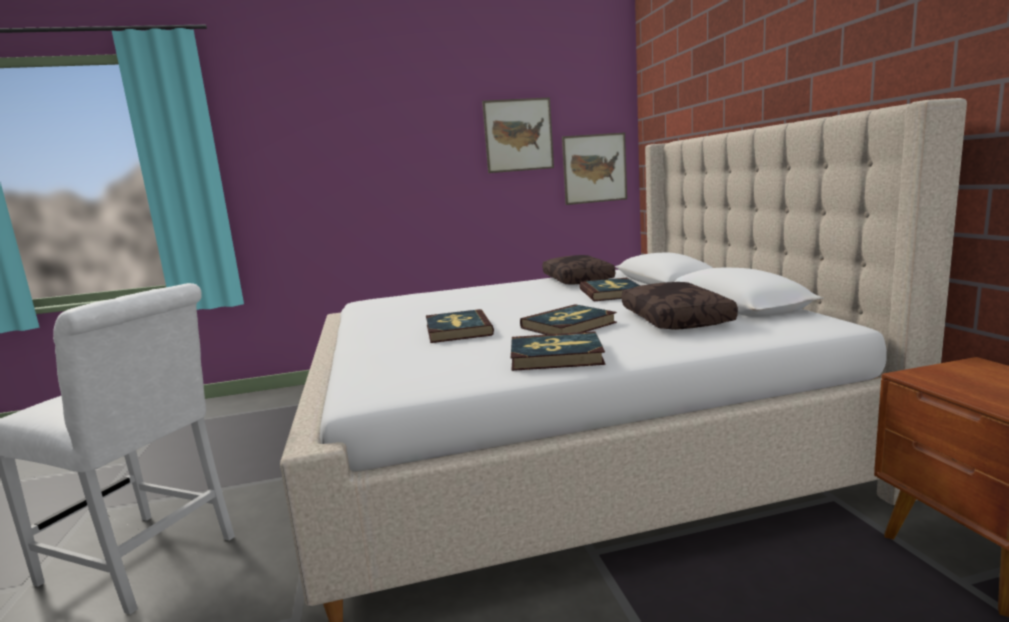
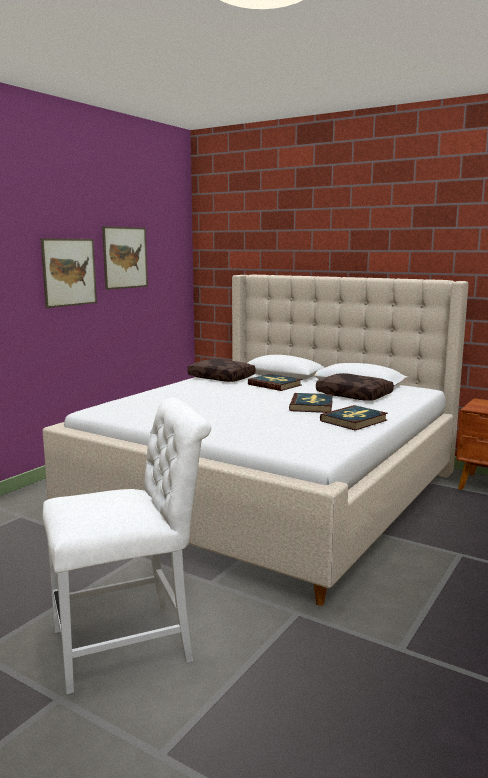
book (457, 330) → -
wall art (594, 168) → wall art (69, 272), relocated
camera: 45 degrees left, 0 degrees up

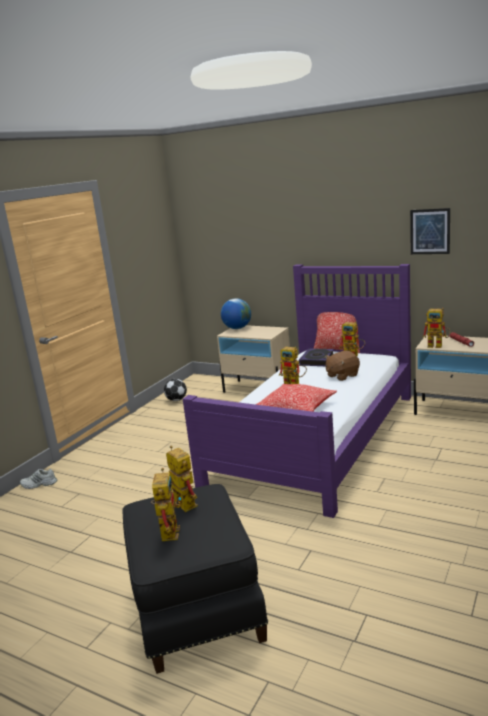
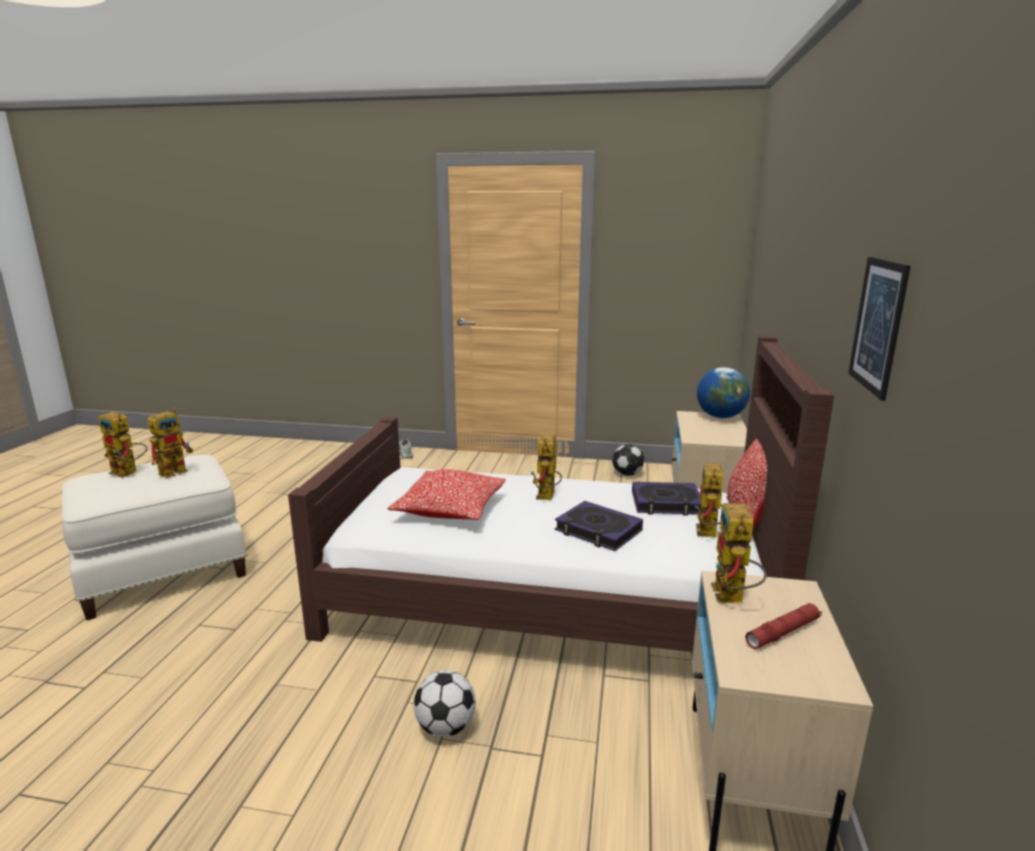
pouffe (black-coloured) (195, 608) → pouffe (whitish) (164, 571)
toy robot (168, 530) → toy robot (129, 473), 45 degrees clockwise
sleeping bed (purple) (316, 437) → sleeping bed (brown) (549, 597)
plush toy (brown) (342, 375) → book (598, 531)
- → football (445, 727)
camera: 70 degrees right, 0 degrees up

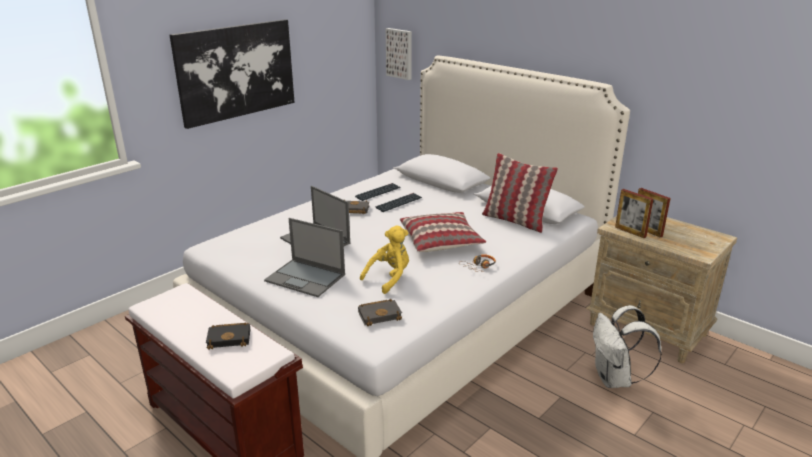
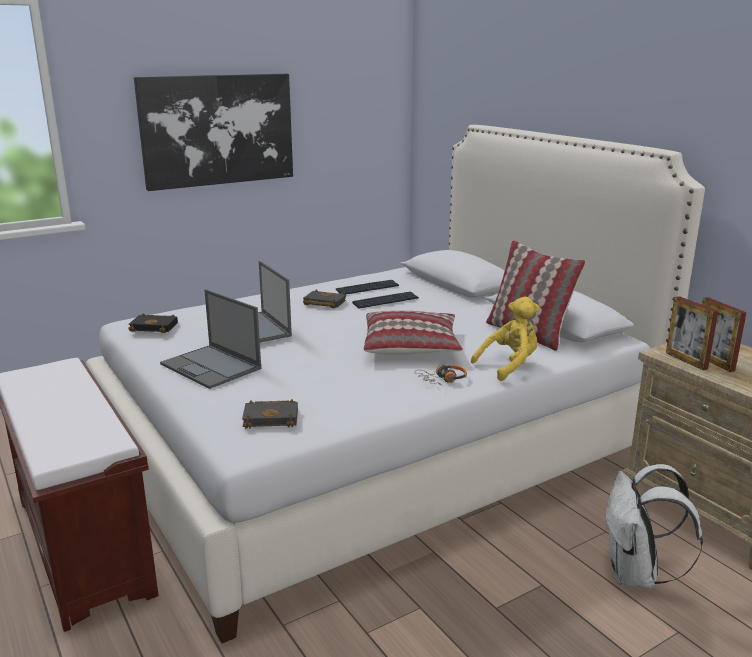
book (black-coloured) (230, 338) → book (black-coloured) (155, 327), relocated
plush toy (yellow) (389, 278) → plush toy (yellow) (509, 366), relocated
wall art (400, 53) → -
camera: 15 degrees right, 5 degrees down

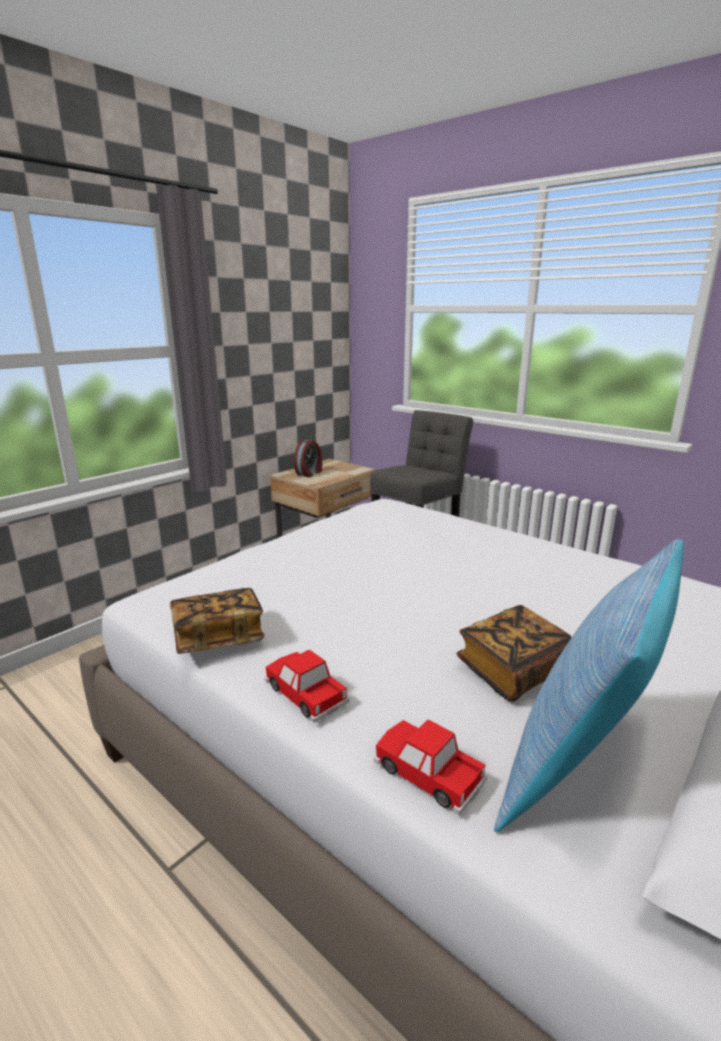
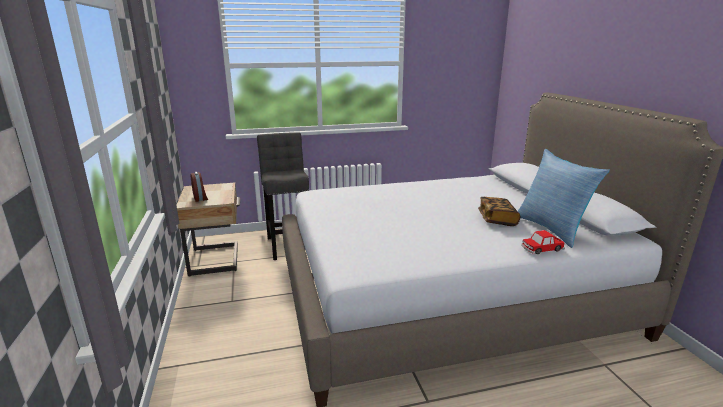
book (218, 638) → -
toy car (305, 693) → -
camera: 55 degrees left, 0 degrees up

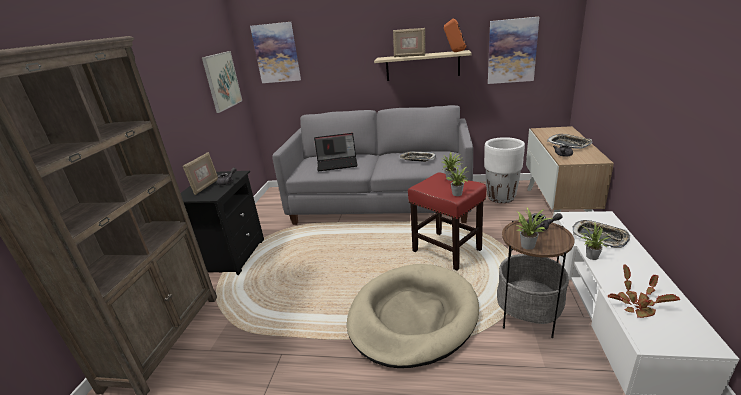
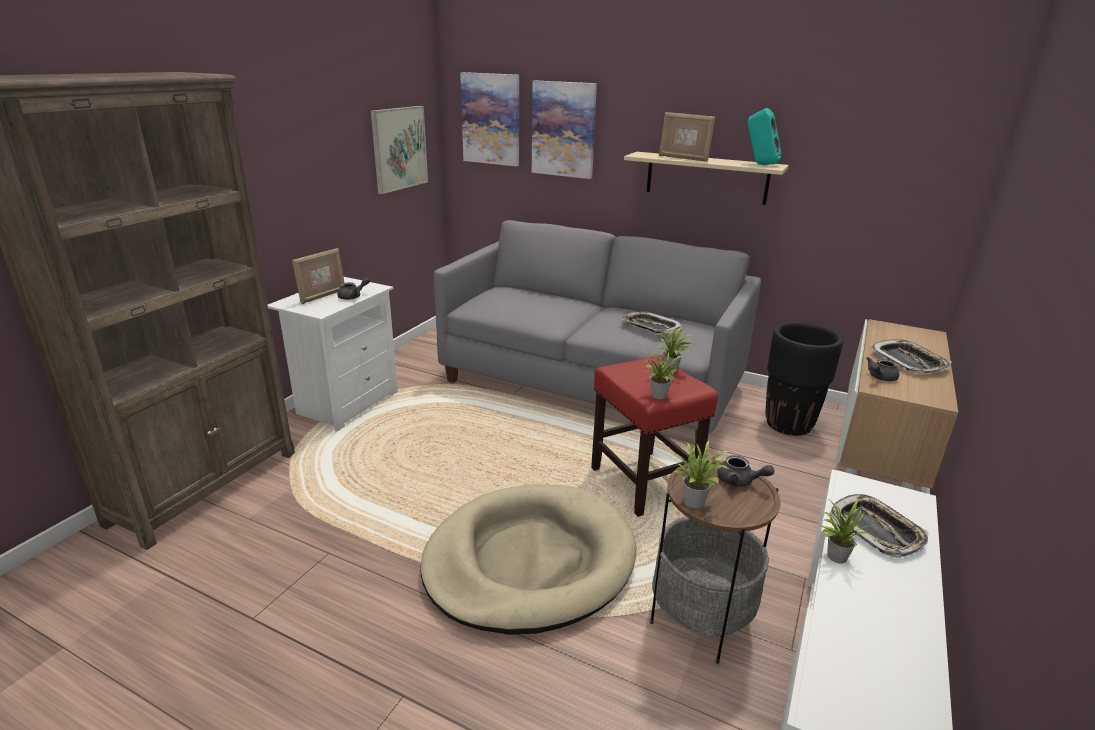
nightstand (black-coloured) (233, 256) → nightstand (whitish) (346, 403)
notebook computer (337, 163) → -
audio speaker (orangey) (455, 52) → audio speaker (turquoise) (760, 164)
plant pot (whitish) (501, 198) → plant pot (black-coloured) (789, 425)
wall art (512, 51) → wall art (563, 129), relocated
potted plant (637, 304) → -
camera: 15 degrees right, 0 degrees up

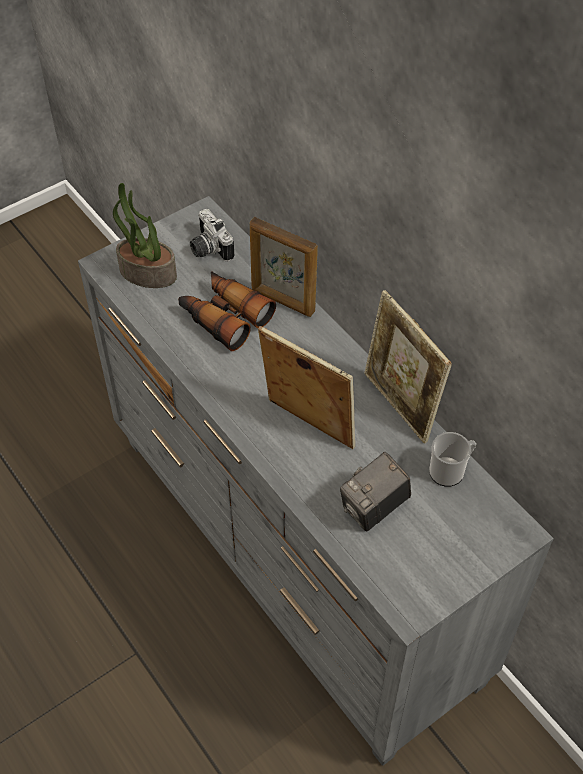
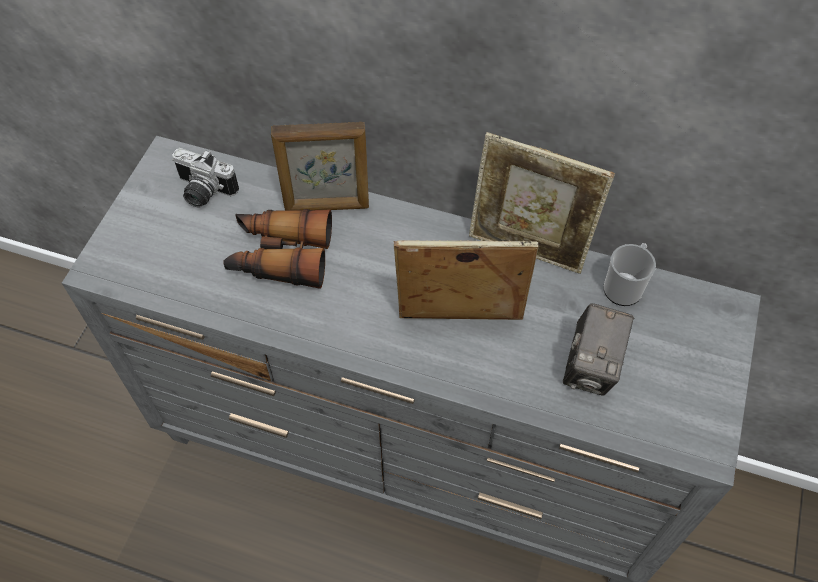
potted plant (147, 274) → -
camera: 35 degrees left, 5 degrees up

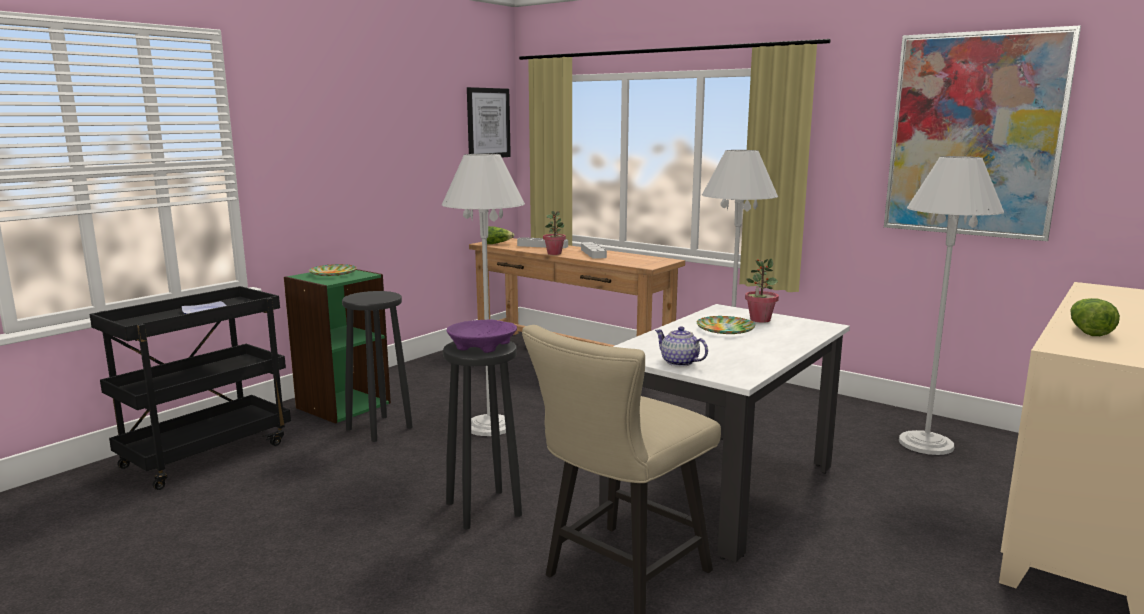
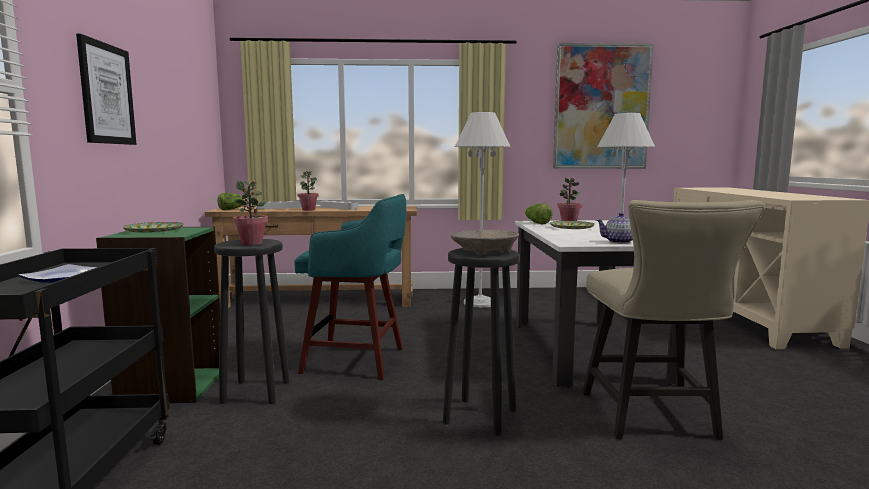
standing lamp (whitish) (489, 426) → stool (turquoise) (357, 361)
bowl (purple) (481, 346) → bowl (beige-coloured) (484, 251)
wall art (488, 123) → wall art (107, 94), relocated
lettuce (1088, 331) → lettuce (536, 223), relocated
- → potted plant (252, 243)
camera: 40 degrees left, 5 degrees down

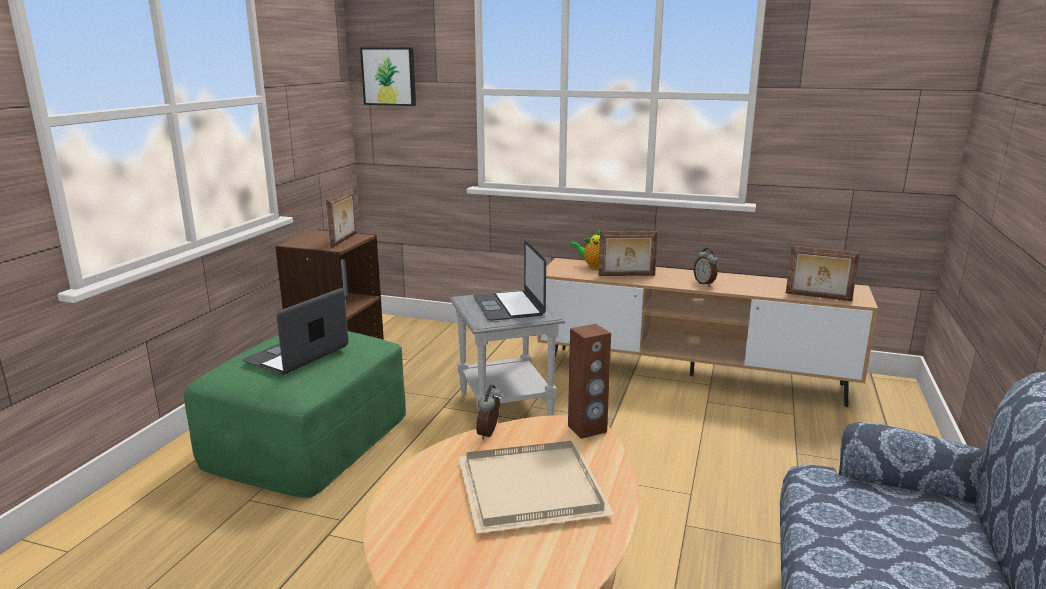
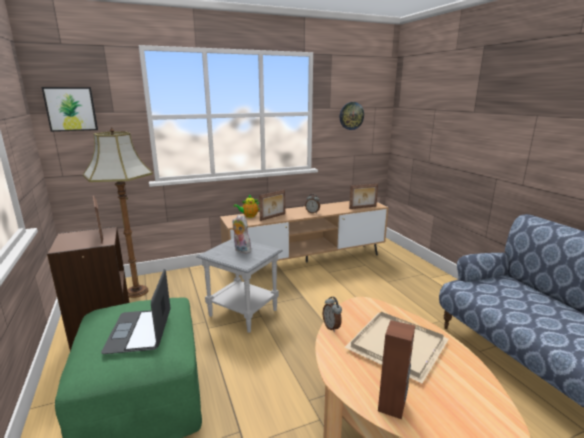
notebook computer (508, 306) → plush toy (241, 250)
audio speaker (brown) (587, 429) → audio speaker (brown) (392, 406), relocated
- → standing lamp (136, 292)
- → wall clock (351, 116)
camera: 40 degrees left, 0 degrees up

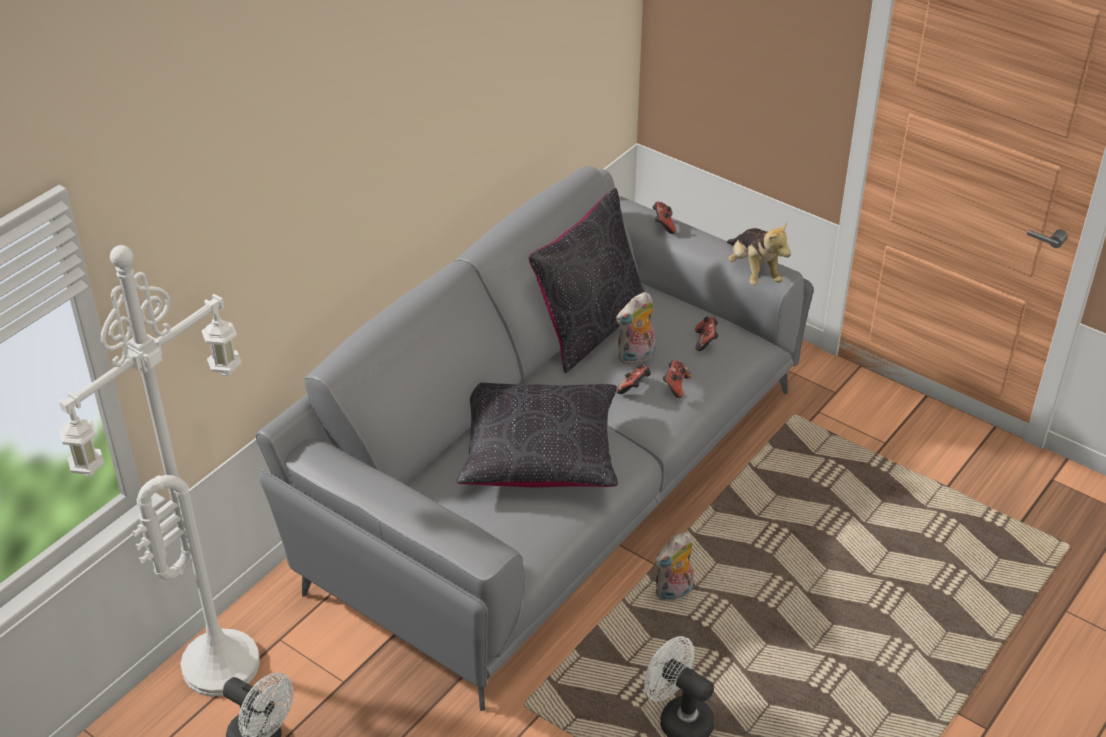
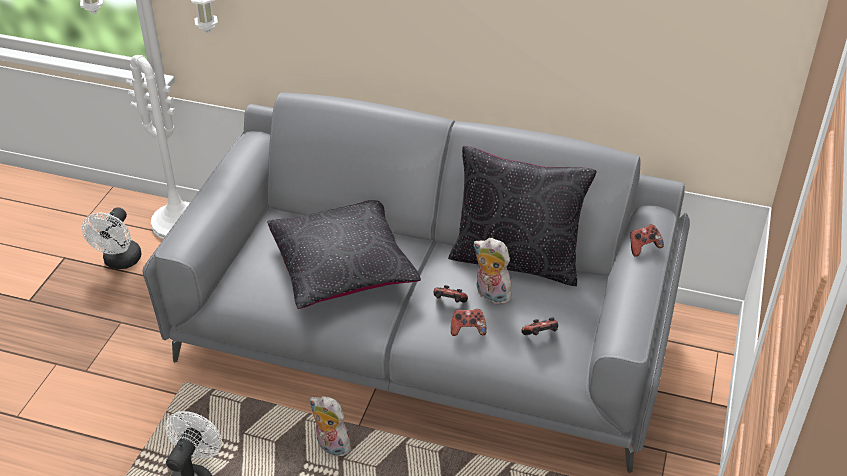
plush toy (753, 272) → -
camera: 70 degrees right, 0 degrees up

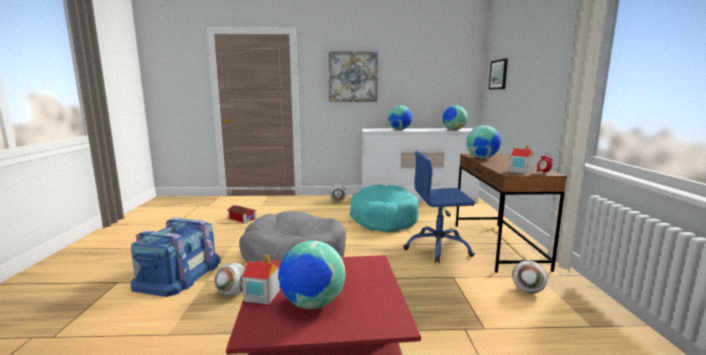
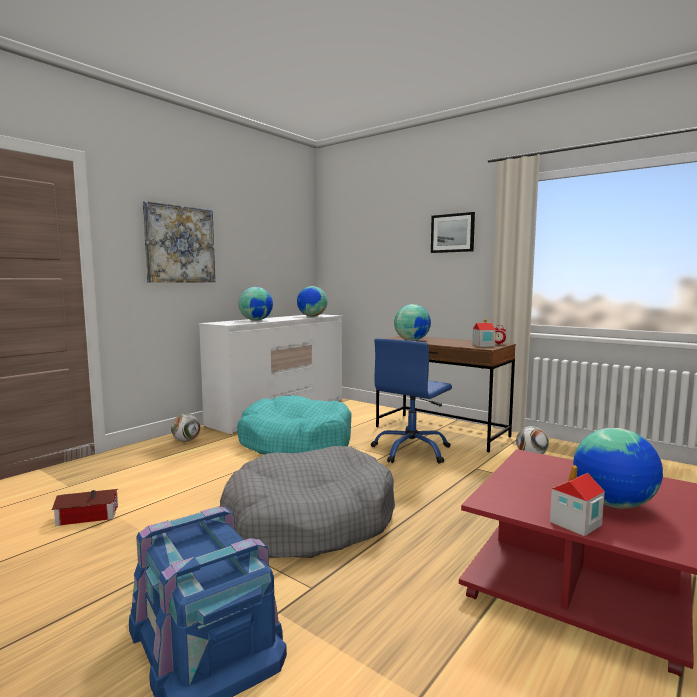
football (233, 293) → -
wall art (498, 74) → wall art (452, 233), relocated
camera: 50 degrees left, 5 degrees down

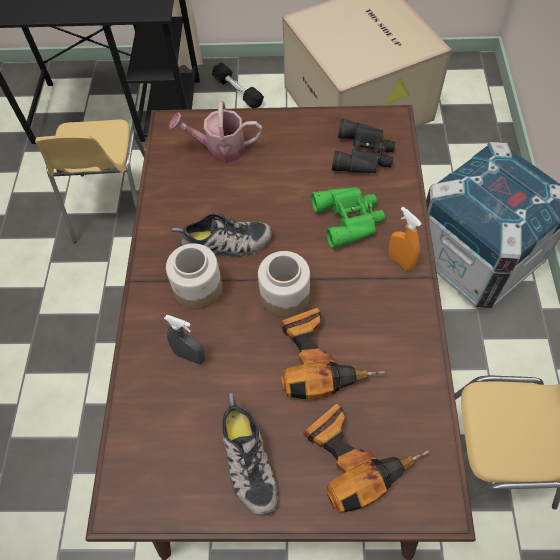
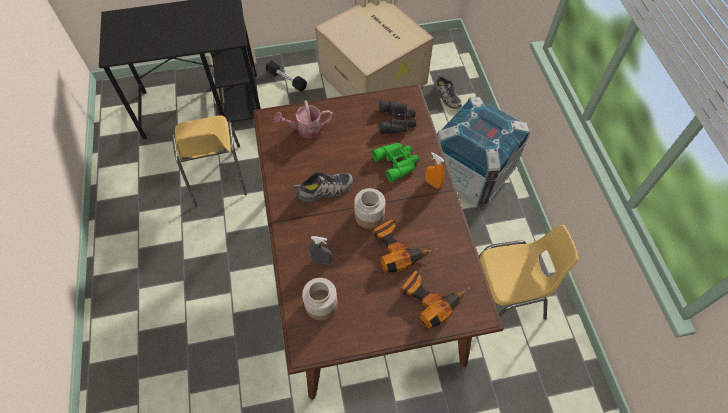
preserve jar (198, 289) → preserve jar (321, 305), relocated
low shoe (246, 460) → low shoe (446, 96), relocated
camera: 15 degrees left, 0 degrees up

